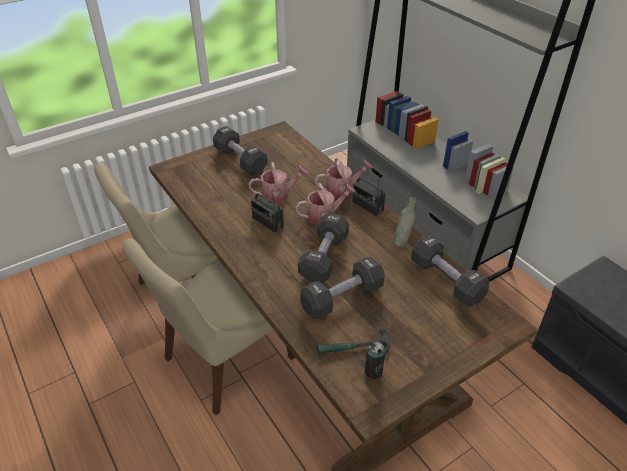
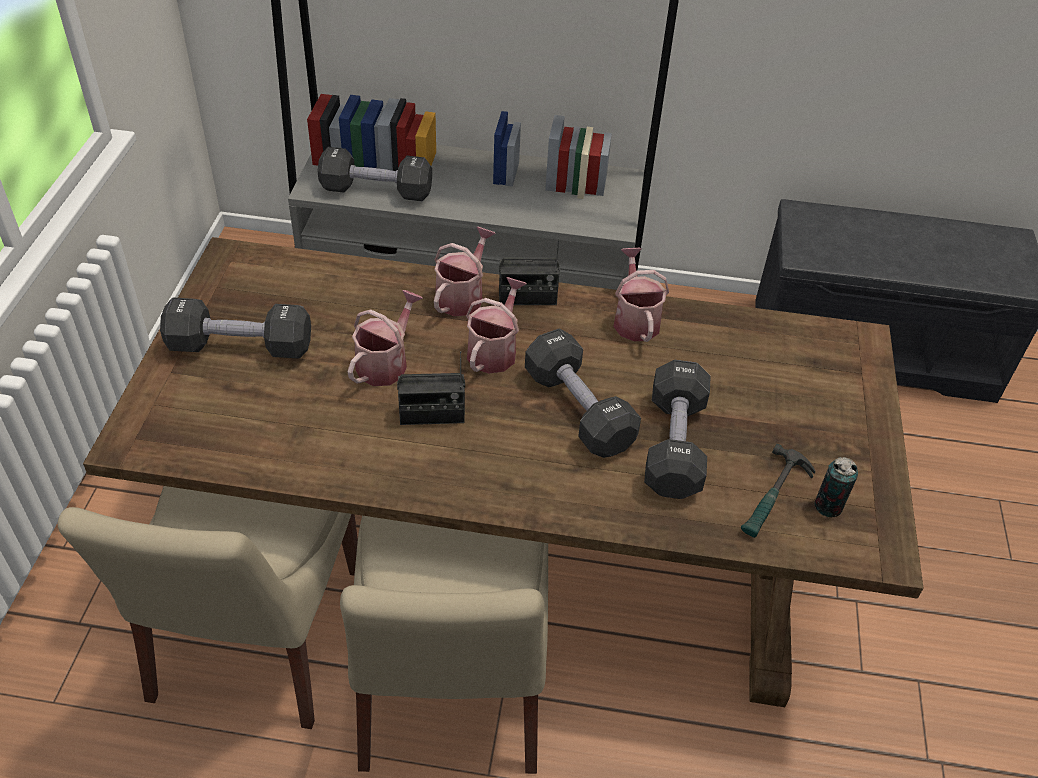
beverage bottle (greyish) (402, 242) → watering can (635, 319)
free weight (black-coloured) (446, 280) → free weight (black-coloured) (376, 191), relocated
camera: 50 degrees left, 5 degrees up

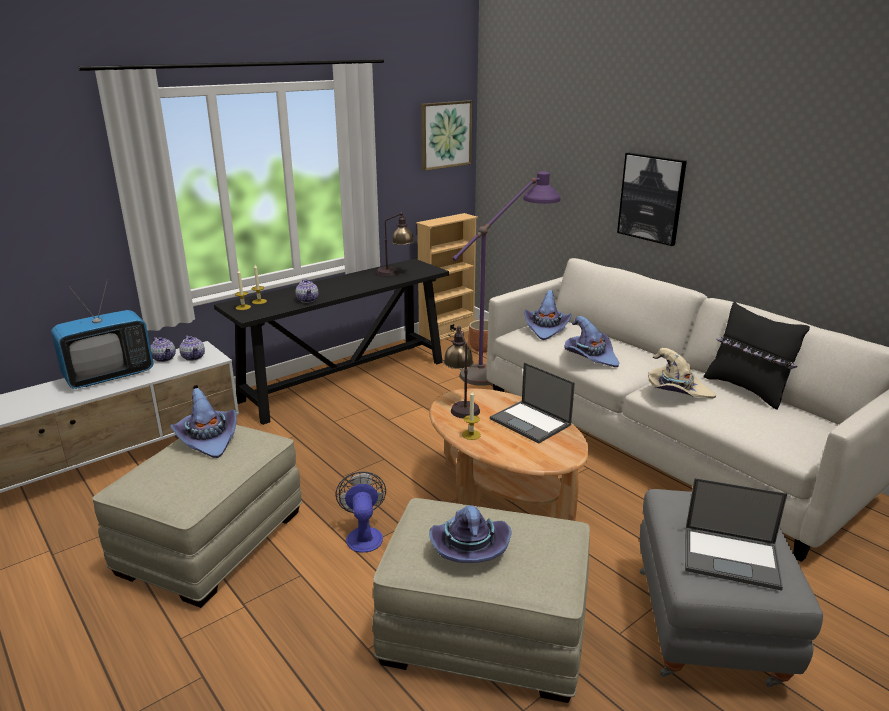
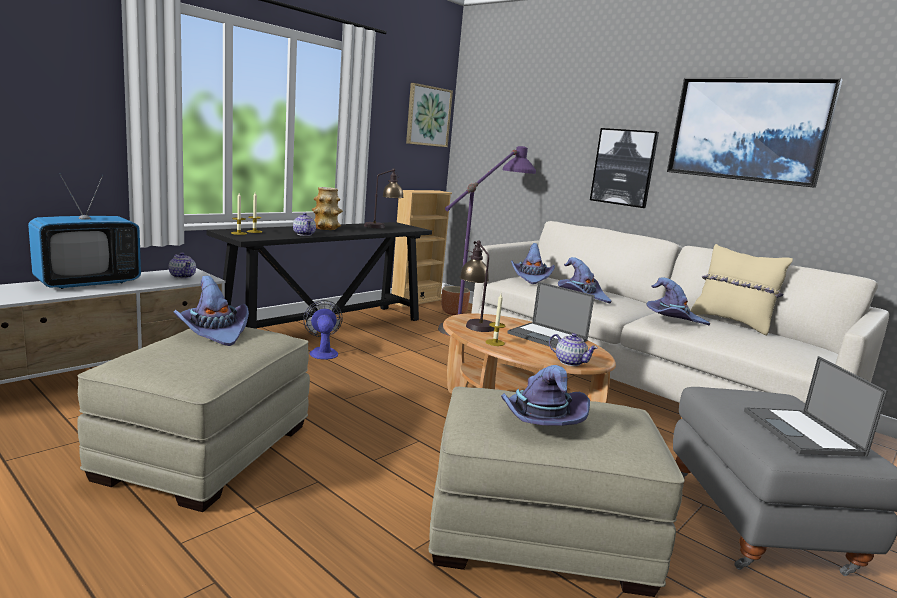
teapot (164, 358) → teapot (570, 362), relocated
cooling fan (363, 535) → cooling fan (323, 352), relocated
wearable hat (beige-coloured) (677, 390) → wearable hat (purple) (673, 319)
notebook computer (732, 557) → notebook computer (803, 433), 75 degrees clockwise
cushion (black-coloured) (747, 389) → cushion (beige-coloured) (731, 322)
- → flower vase (326, 228)
- → wall art (748, 130)
camera: 10 degrees left, 10 degrees down

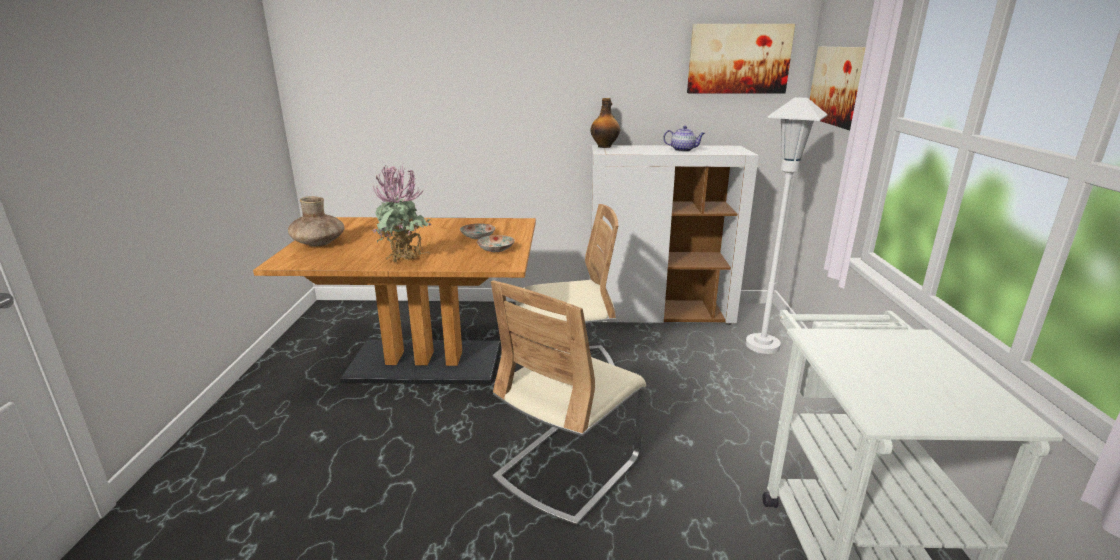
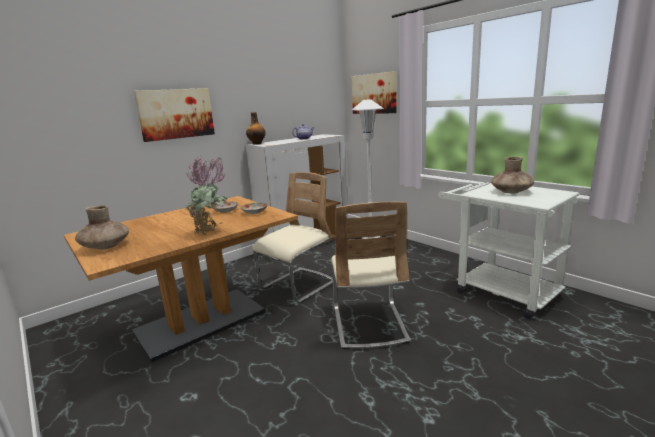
wall art (738, 59) → wall art (176, 114), relocated
- → flower vase (brown) (511, 192)
camera: 40 degrees left, 5 degrees down

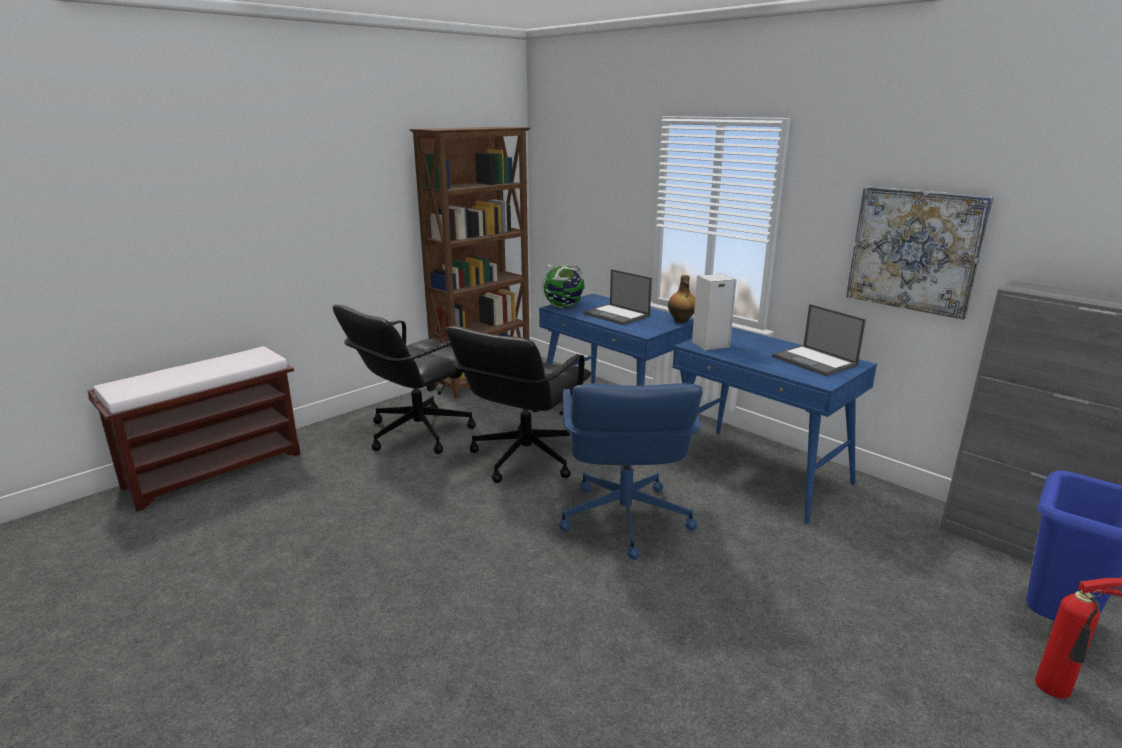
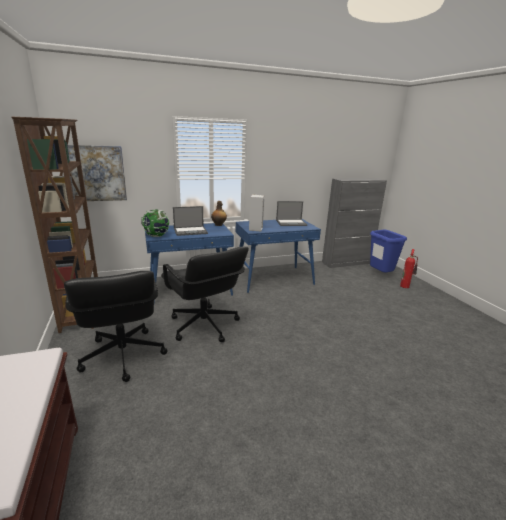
computer chair (blue) (624, 520) → -
wall art (914, 250) → wall art (95, 173), relocated
camera: 65 degrees left, 0 degrees up

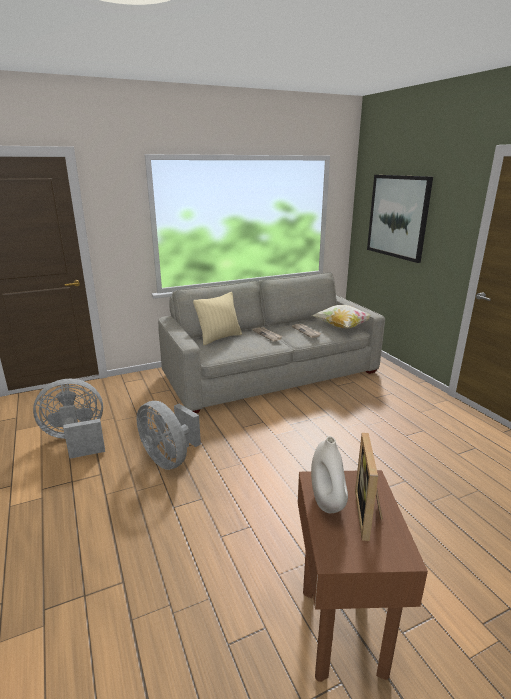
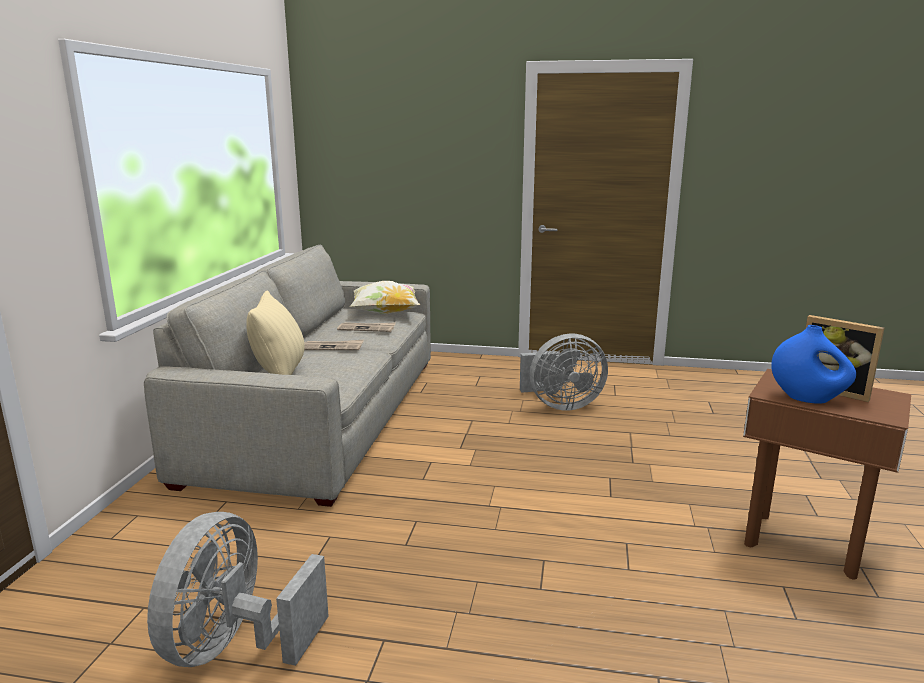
cooling fan (greyish) (169, 459) → cooling fan (greyish) (560, 405), relocated
flower vase (whitish) (327, 502) → flower vase (blue) (807, 398)
wall art (398, 216) → -
camera: 55 degrees left, 5 degrees down

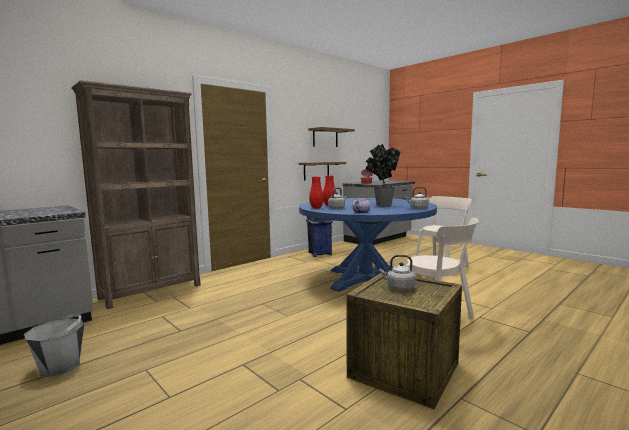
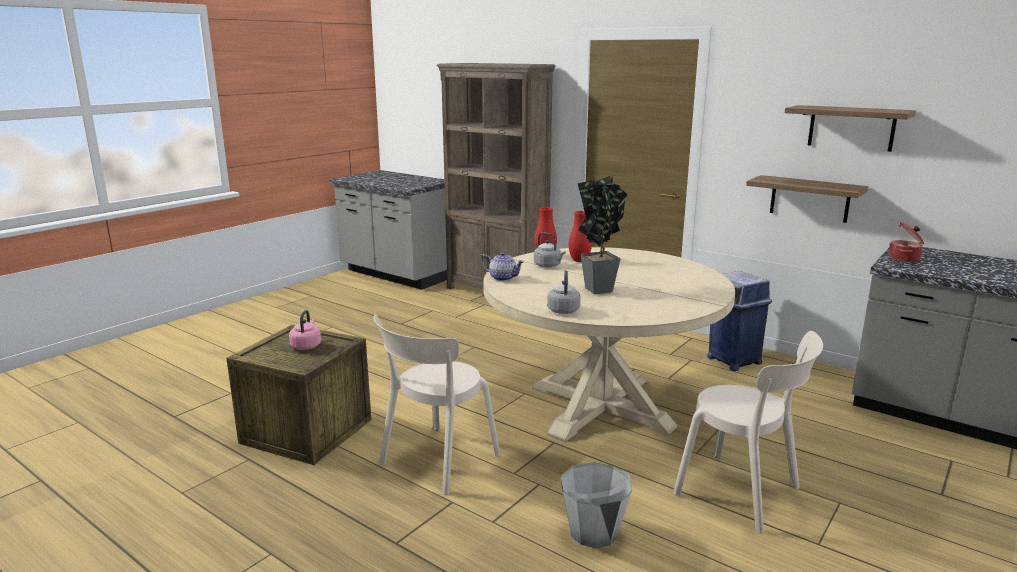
bucket (greyish) (60, 366) → bucket (greyish) (593, 532), relocated
kitchen table (blue) (365, 279) → kitchen table (beige-coloured) (600, 406)
kettle (greyish) (399, 288) → kettle (pink-coloured) (306, 345)
camera: 80 degrees right, 10 degrees up

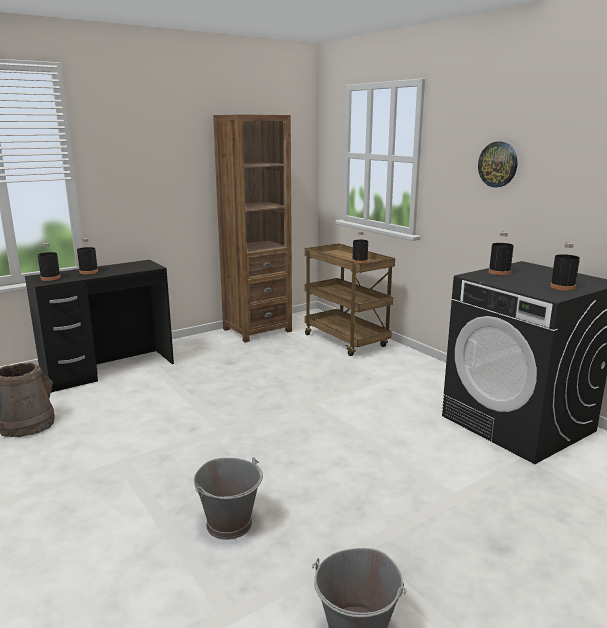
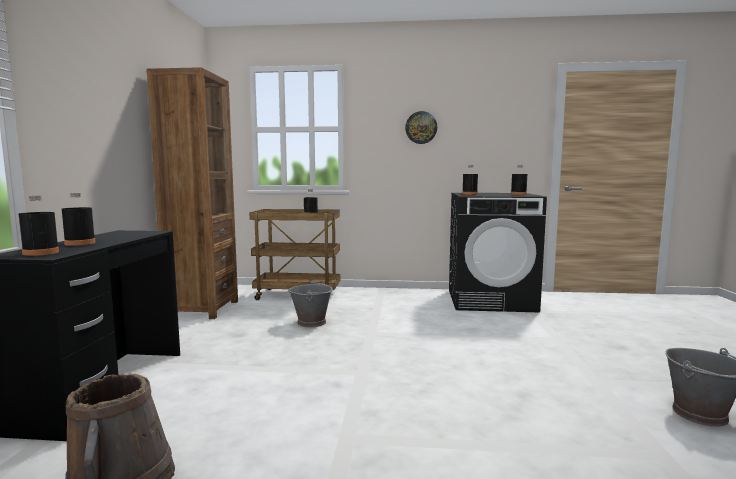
bucket (greyish) (230, 524) → bucket (greyish) (312, 322), relocated
camera: 50 degrees left, 10 degrees down

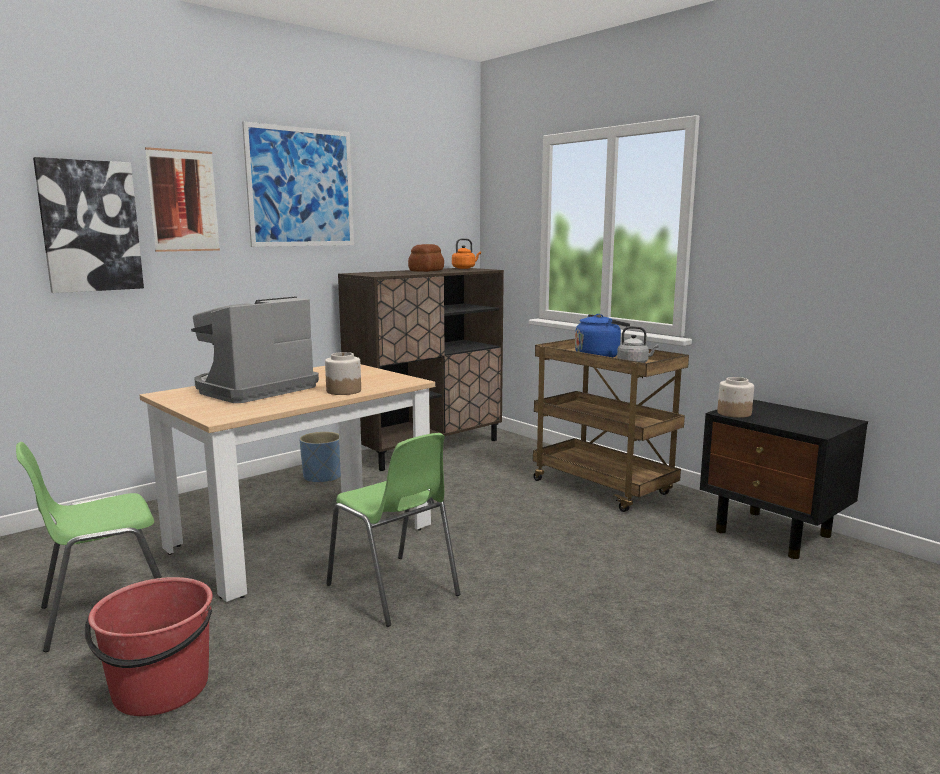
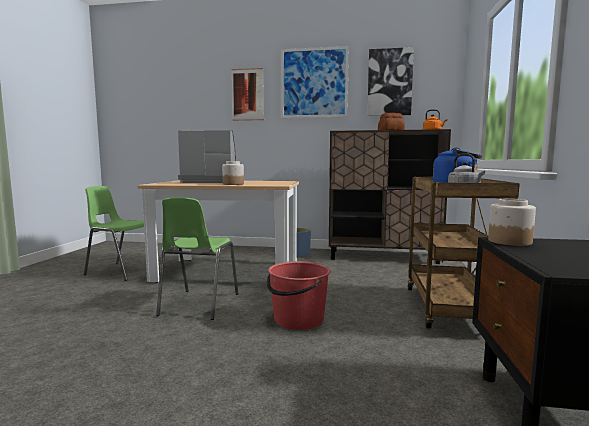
wall art (90, 226) → wall art (389, 82), relocated
bucket (red) (160, 689) → bucket (red) (298, 320), relocated
camera: 50 degrees right, 5 degrees down

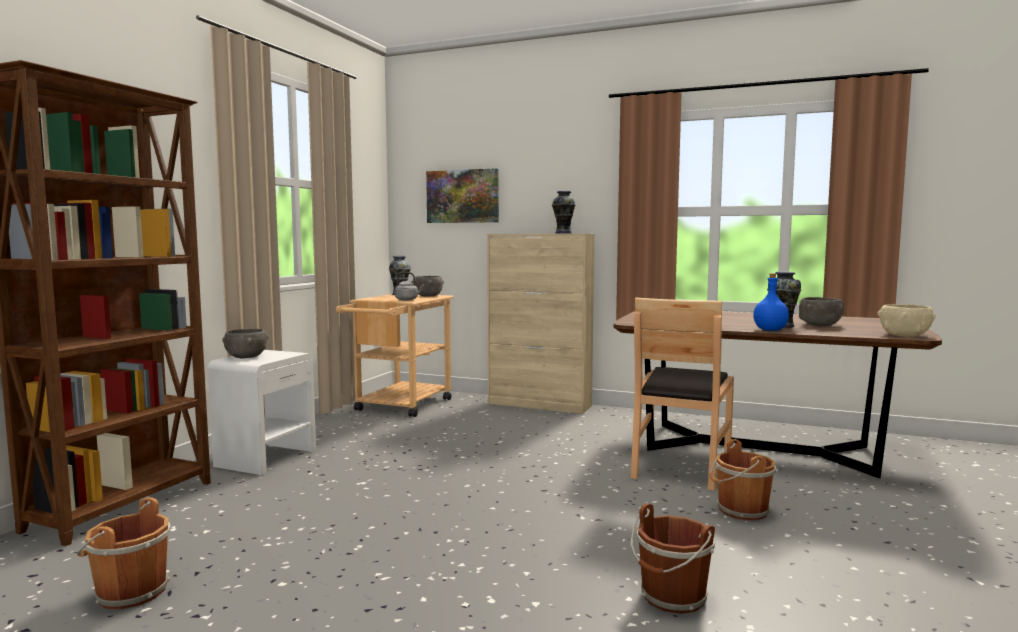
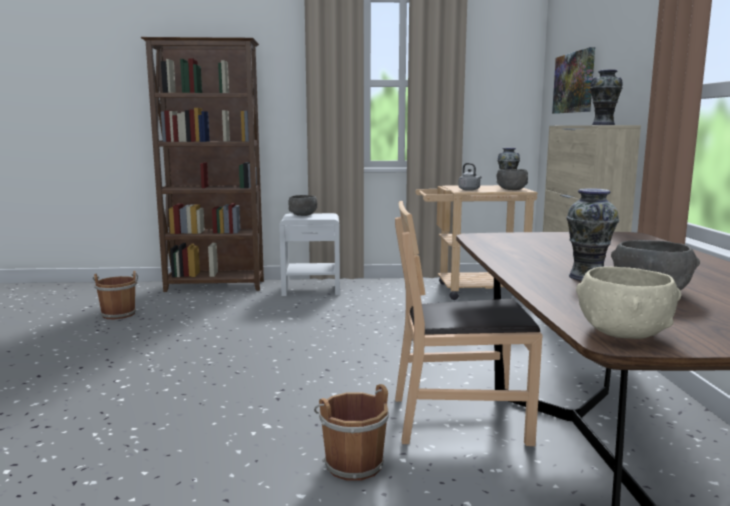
bucket (brown) (672, 598) → -
beverage bottle (blue) (769, 330) → -
camera: 65 degrees right, 5 degrees up

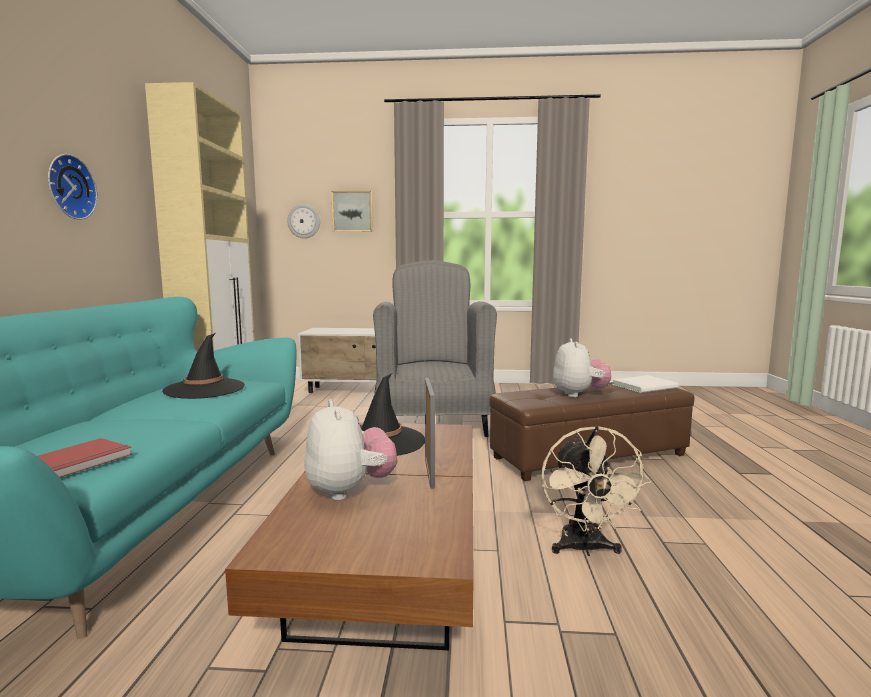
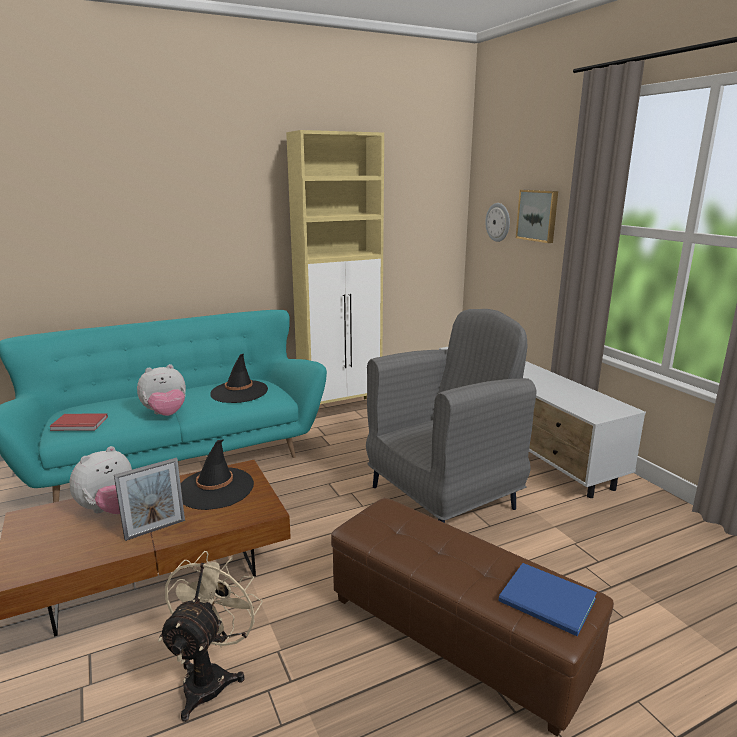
wall clock (68, 187) → -
cooling fan (beige-coloured) (585, 549) → cooling fan (beige-coloured) (211, 677), 135 degrees clockwise
plush toy (579, 395) → plush toy (166, 414), relocated
book (whitish) (646, 386) → book (blue) (549, 603)
camera: 60 degrees right, 10 degrees up

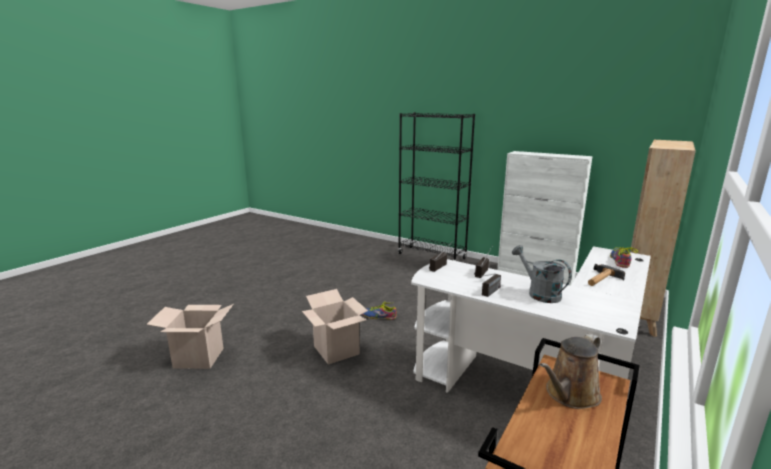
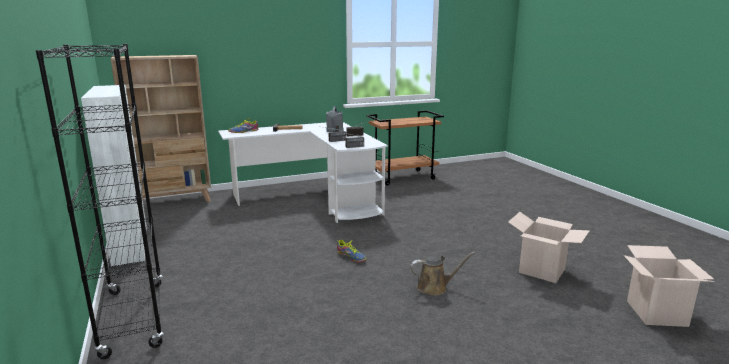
cardboard box (336, 350) → cardboard box (656, 313), relocated
watering can (brown) (570, 395) → watering can (brown) (435, 287), relocated
camera: 145 degrees left, 0 degrees up

